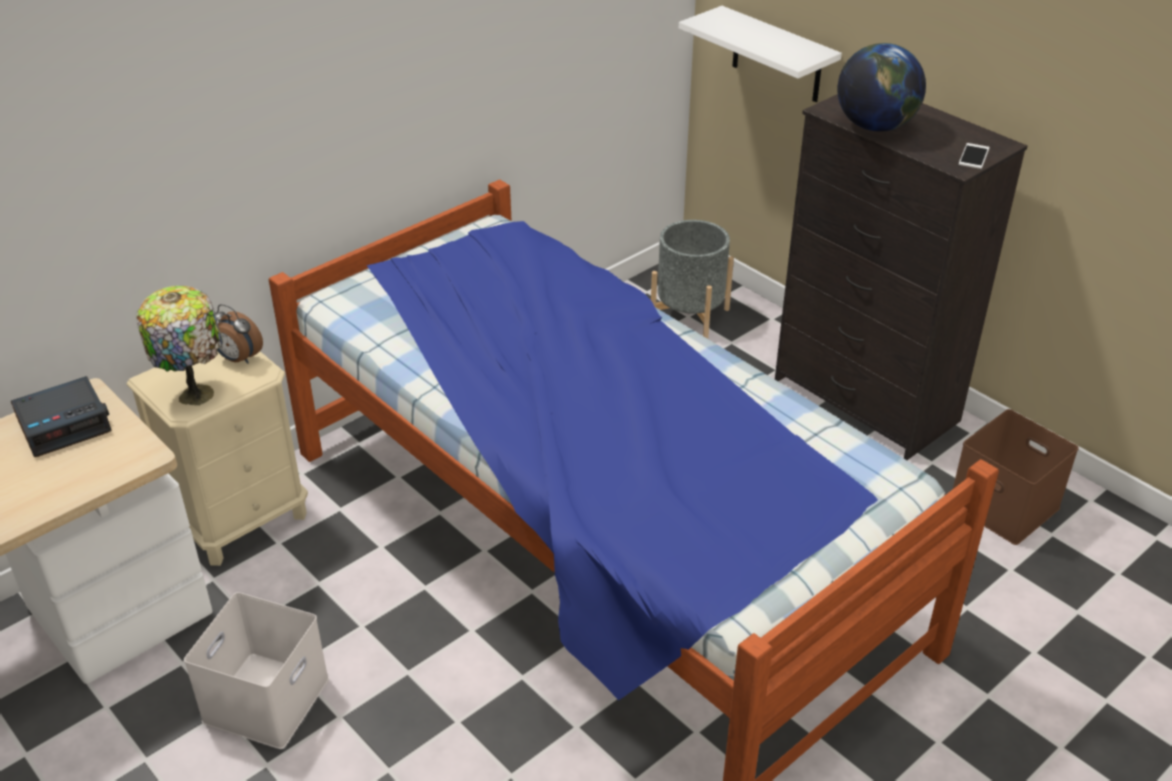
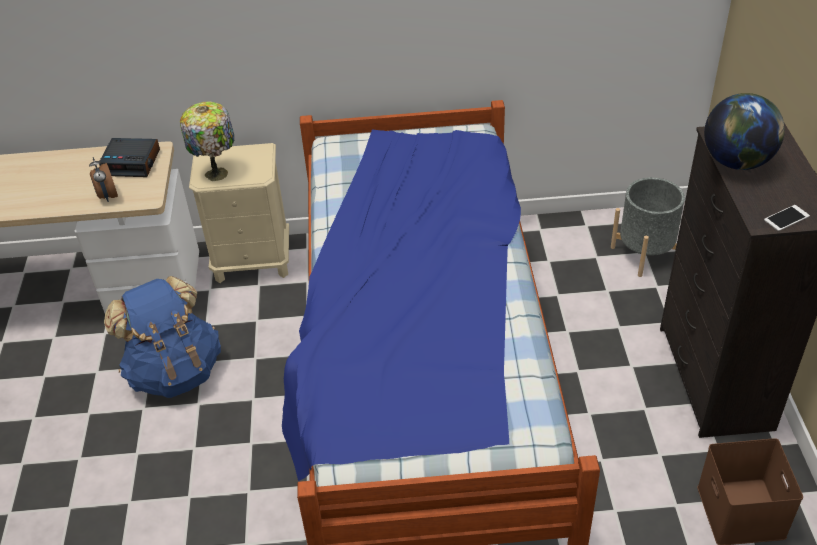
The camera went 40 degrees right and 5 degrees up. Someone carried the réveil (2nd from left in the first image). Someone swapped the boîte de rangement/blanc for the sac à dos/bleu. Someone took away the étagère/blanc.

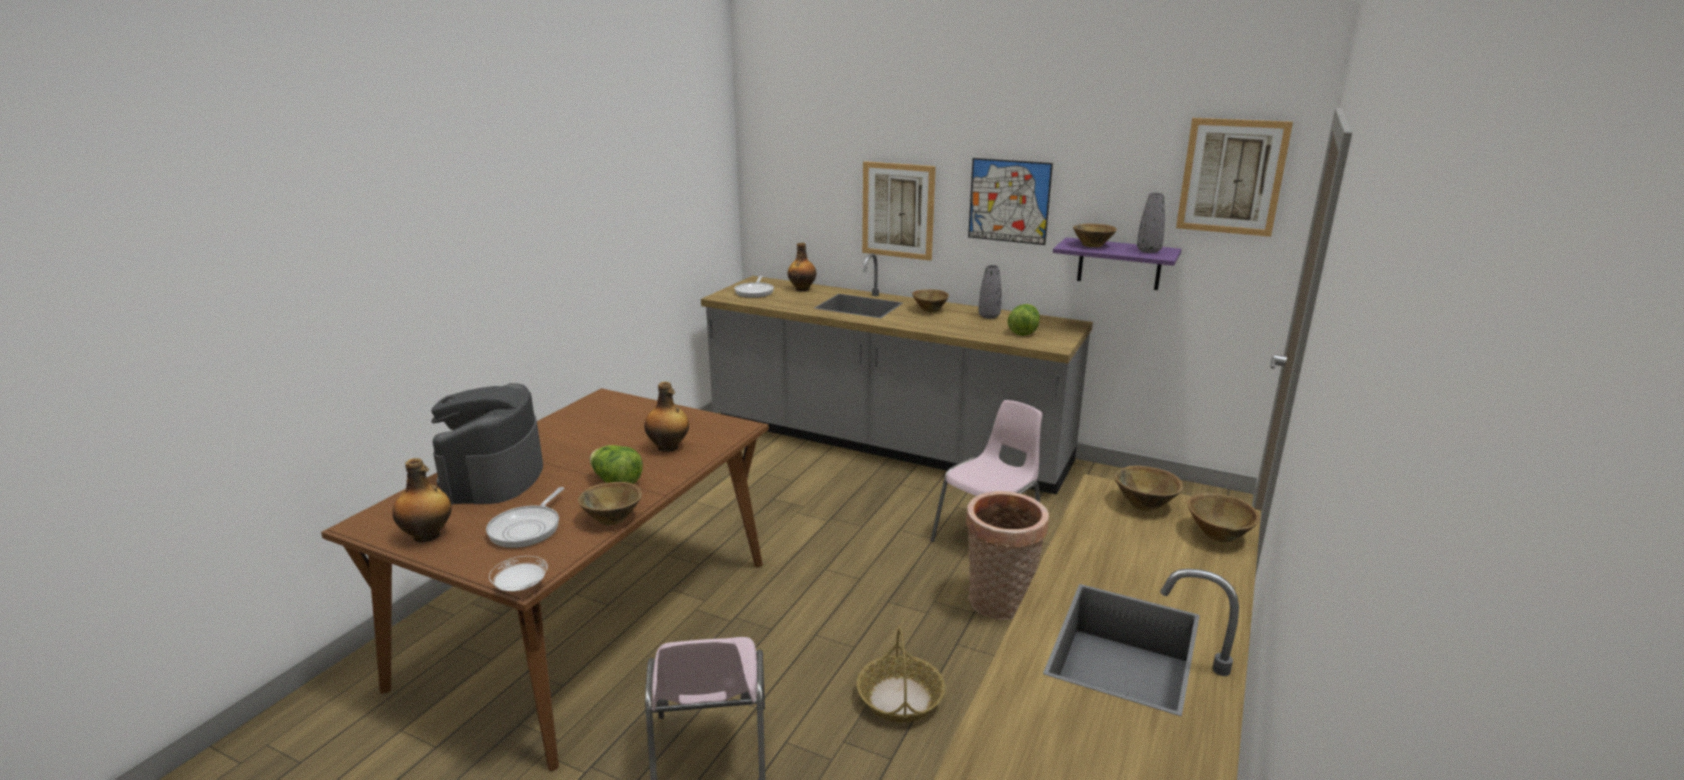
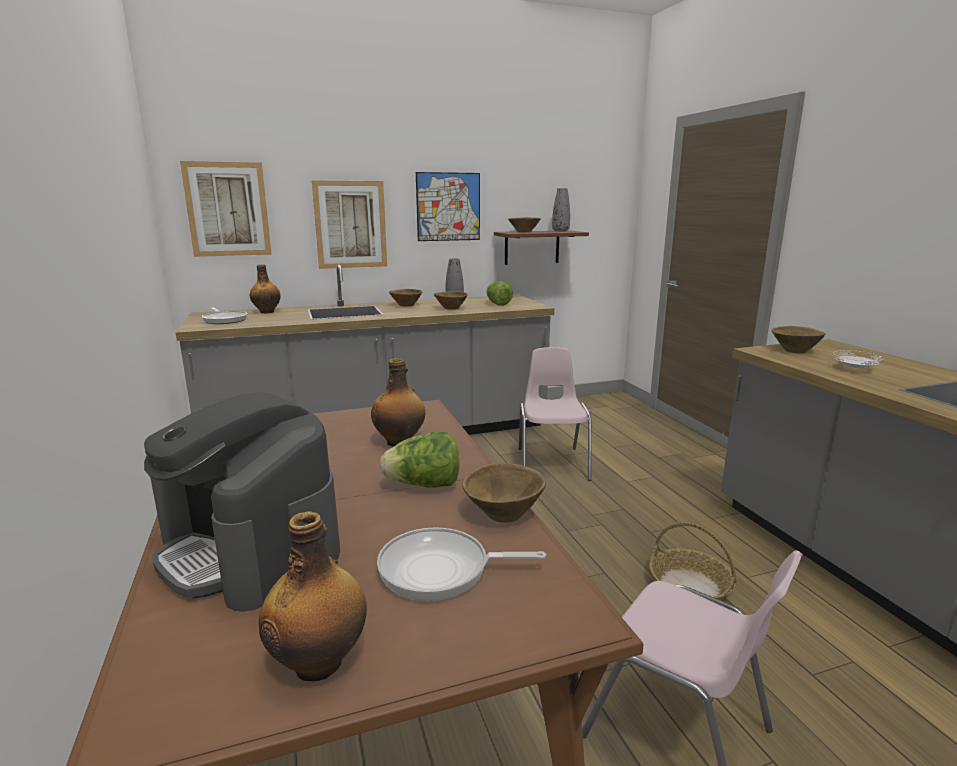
The camera went 45 degrees left and 5 degrees down. Someone carried the tableau (3rd from left in the first image). Someone rotated the poêle (1st from left in the first image) by 120 degrees clockwise. Someone carried the bol/marron (5th from left in the first image). Someone repainted the étagère/violet, which became the étagère/marron. Someone carried the assiette/blanc. Someone took away the panier (2nd from left).

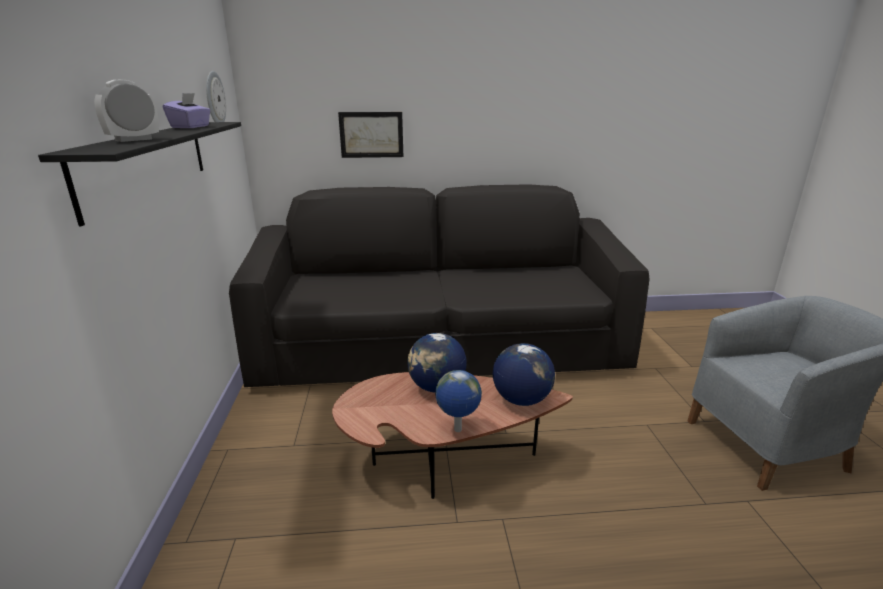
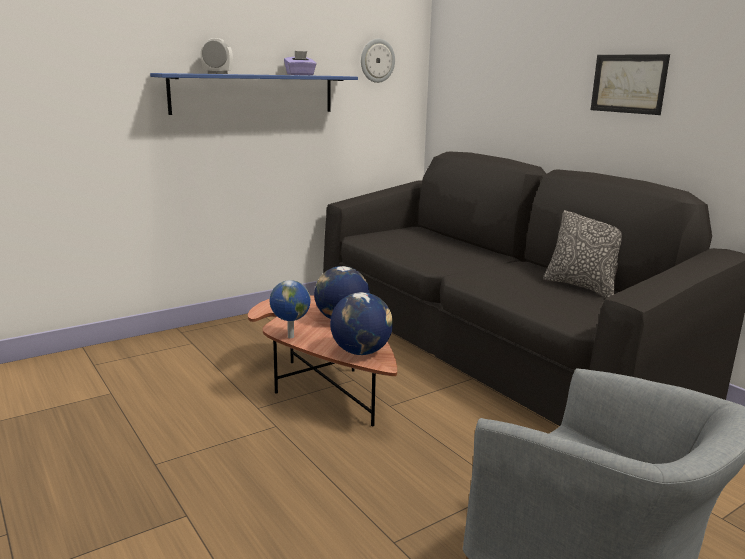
The camera went 60 degrees right and 5 degrees down. Someone repainted the étagère/noir, which became the étagère/bleu. Someone put down the coussin. Someone carried the tableau.

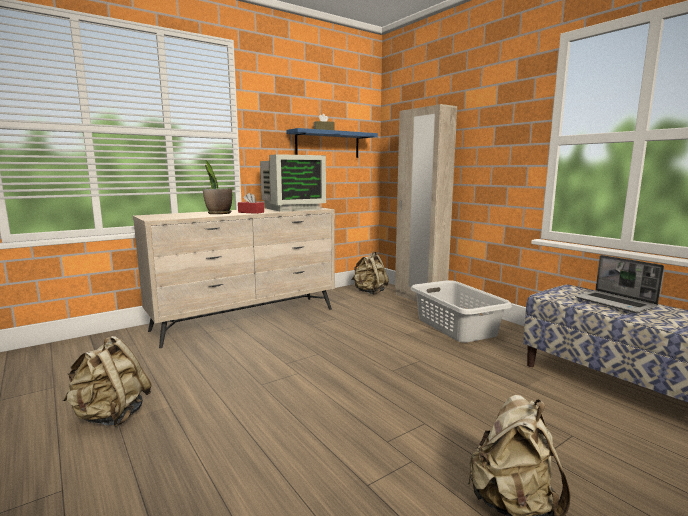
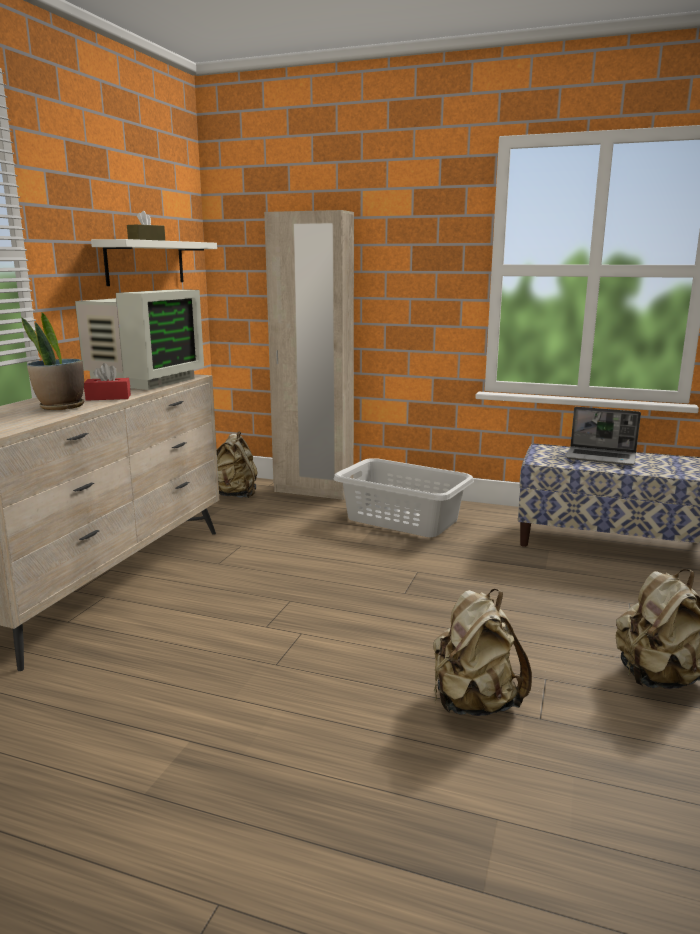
The camera went 35 degrees left and 5 degrees up. Someone repainted the étagère/bleu, which became the étagère/blanc. Someone carried the sac à dos/beige (1st from left in the first image).

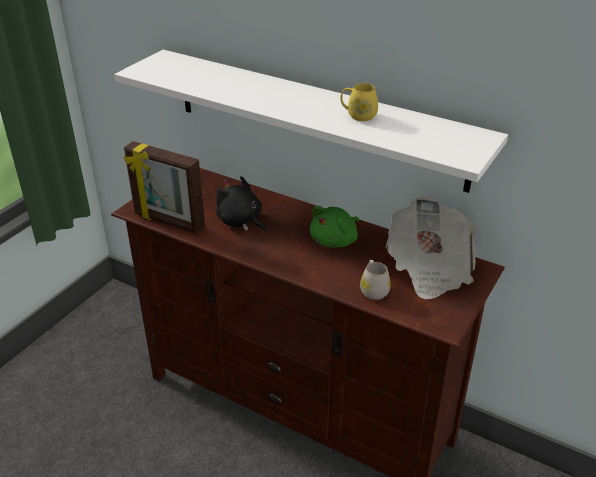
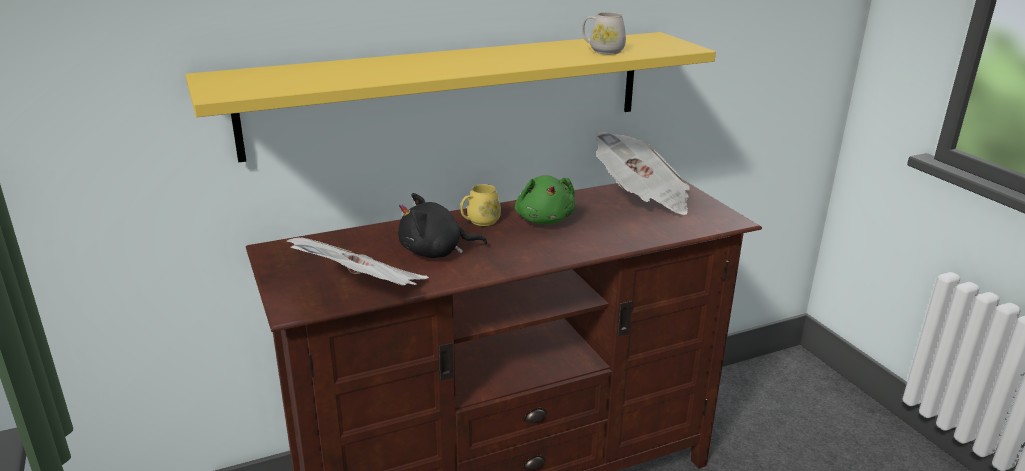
The camera went 55 degrees left and 10 degrees down. Someone repainted the étagère/blanc, which became the étagère/jaune. Someone swapped the cadre photo for the journal (1st from left). Someone carried the mug/jaune. Someone carried the mug/blanc.

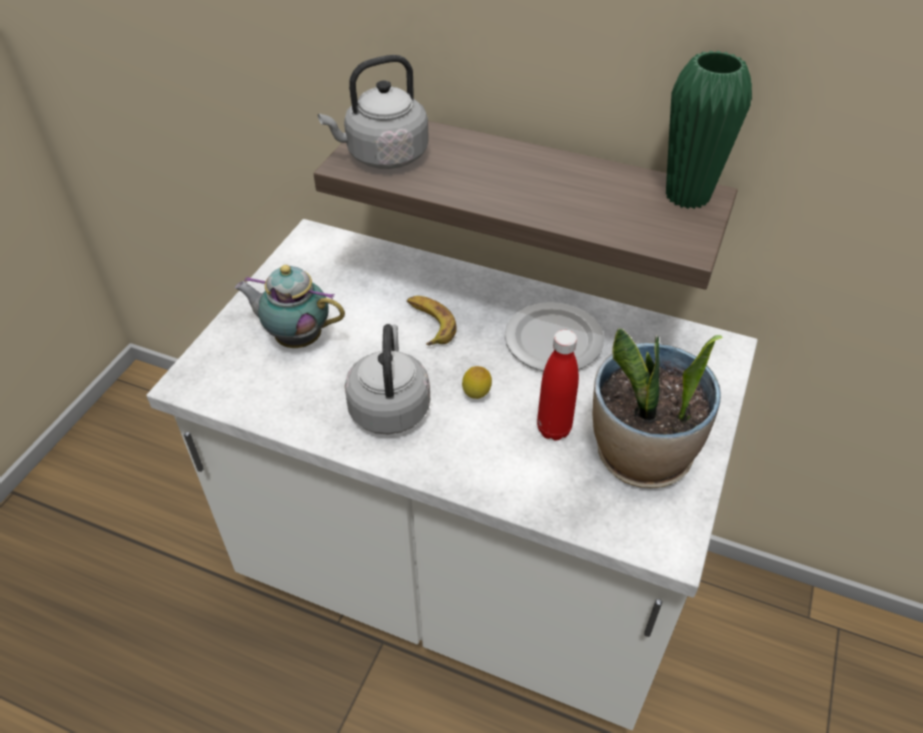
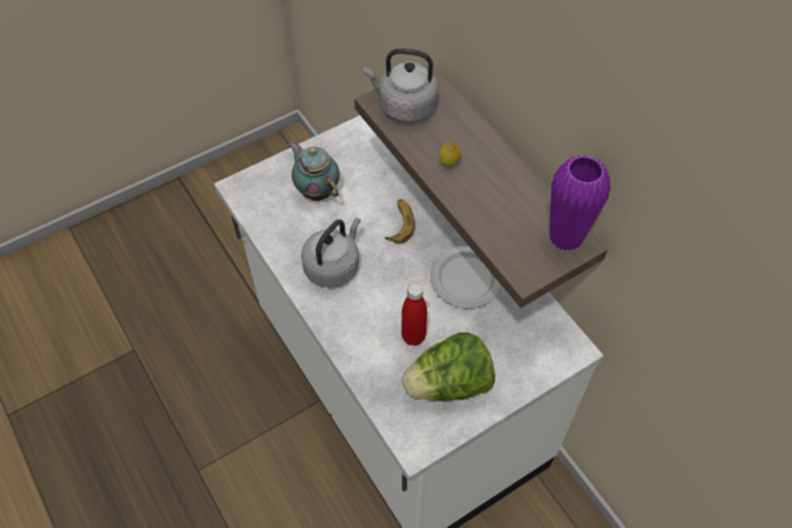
The camera went 35 degrees right and 10 degrees up. Someone swapped the plante en pot for the laitue. Someone carried the citron. Someone repainted the vase/vert, which became the vase/violet.

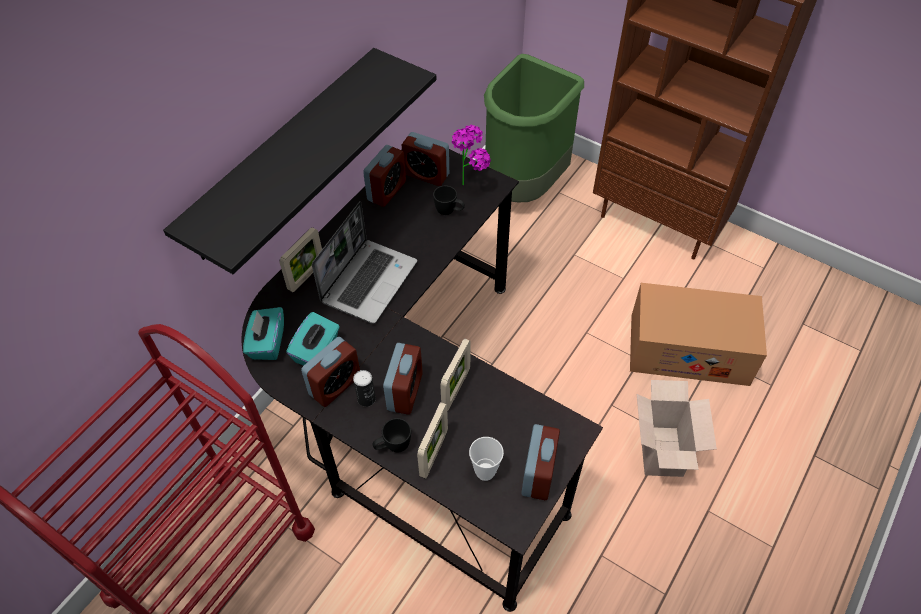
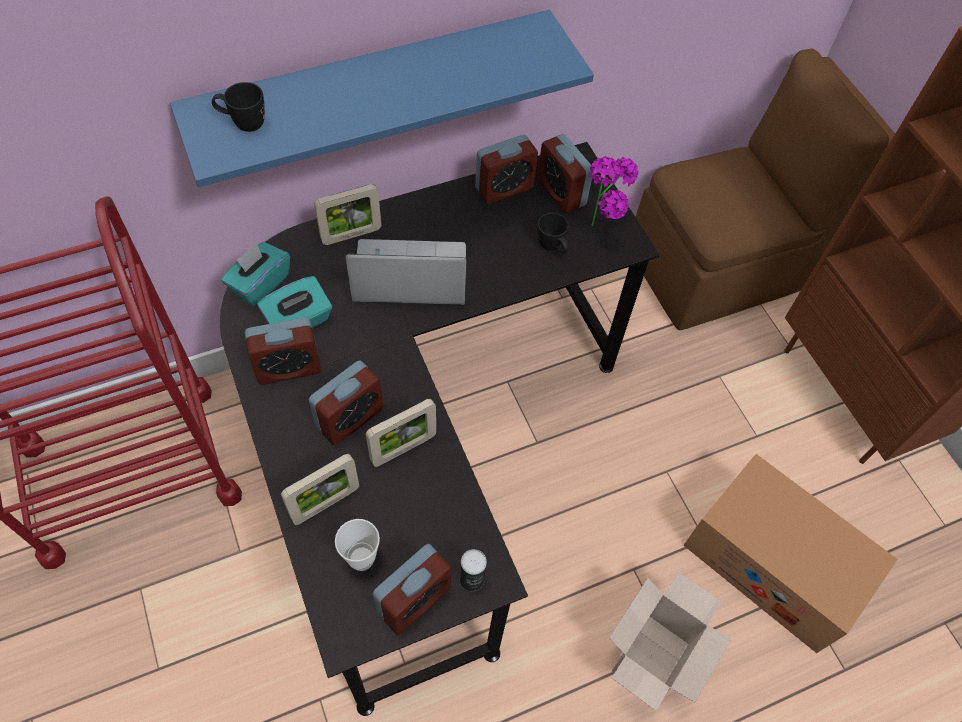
The camera went 30 degrees right and 5 degrees up. Someone repainted the étagère/noir, which became the étagère/bleu. Someone carried the mug/noir (1st from left). Someone rotated the ordinateur portable by 150 degrees counterclockwise. Someone carried the boîte métallique. Someone swapped the poubelle/vert for the chaise/marron.

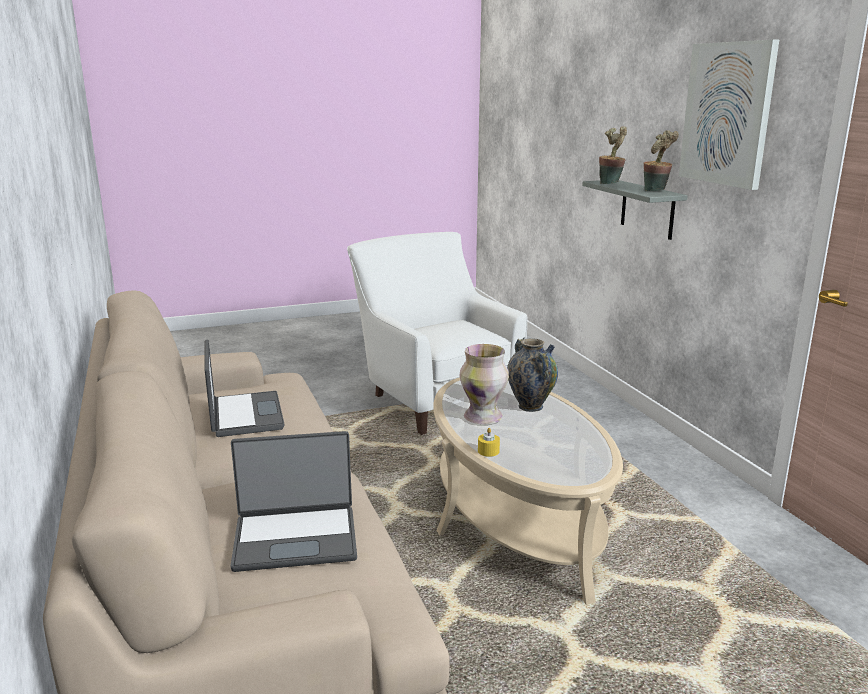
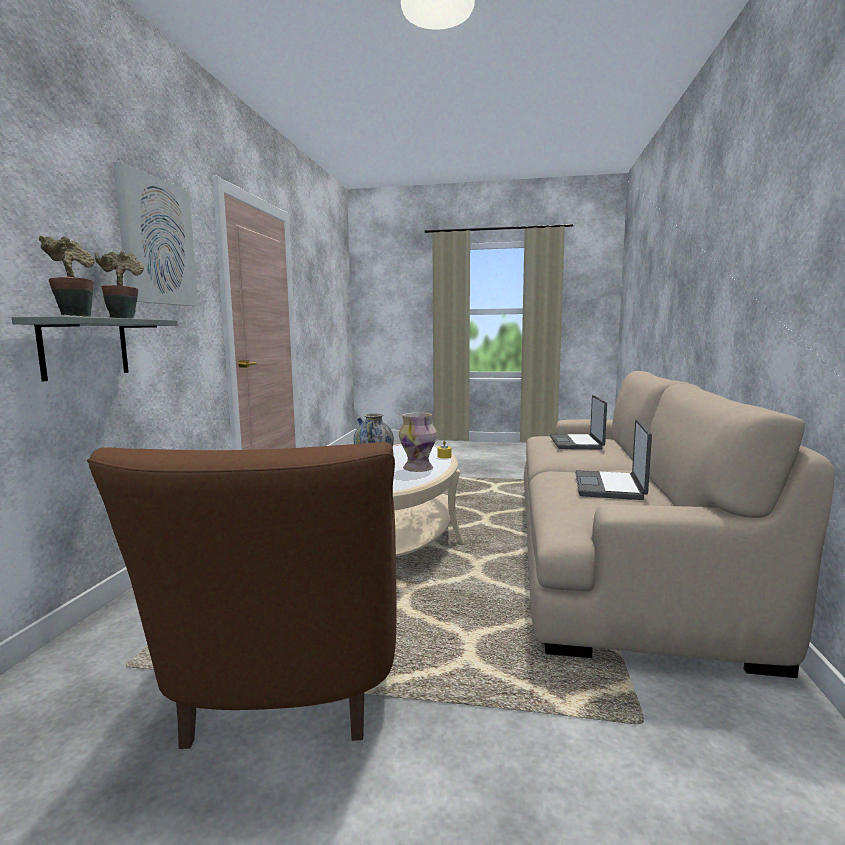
The camera went 150 degrees left and 10 degrees down. Someone repainted the fauteuil/blanc, which became the fauteuil/marron. Someone rotated the ordinateur portable (2nd from left in the first image) by 105 degrees counterclockwise.

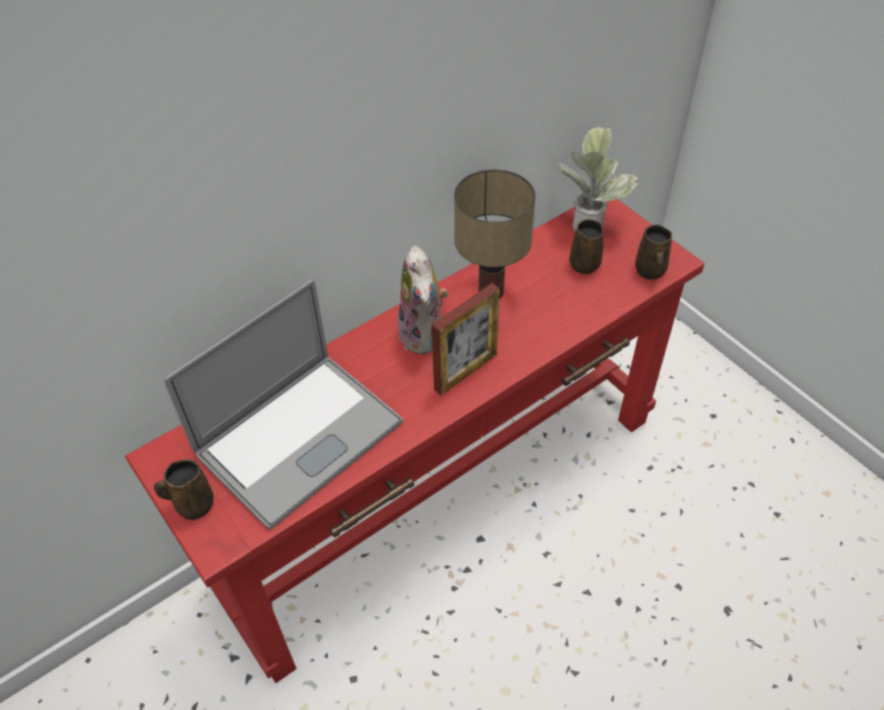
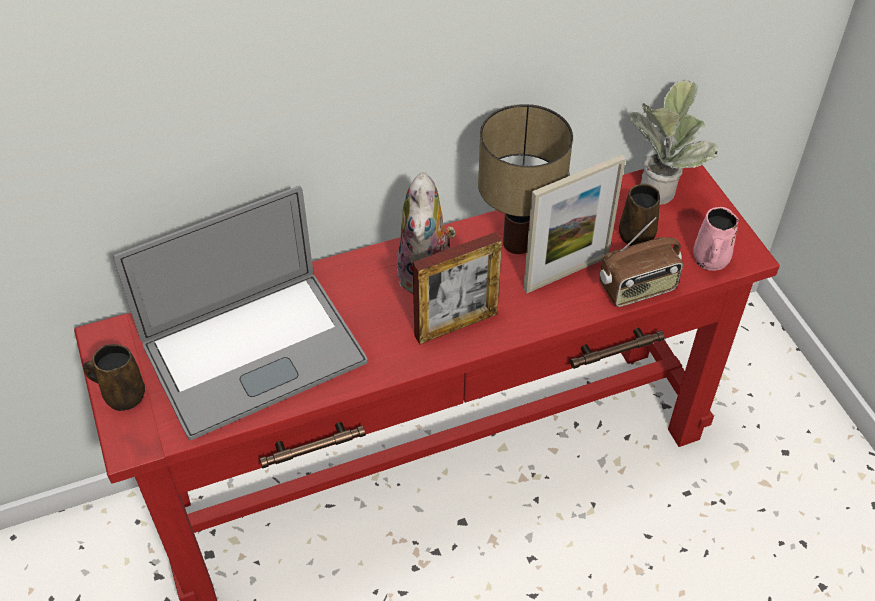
The camera went 15 degrees right and 0 degrees up. Someone put down the cadre photo (2nd from left). Someone put down the radio. Someone repainted the mug/marron (3rd from left), which became the mug/rose.

